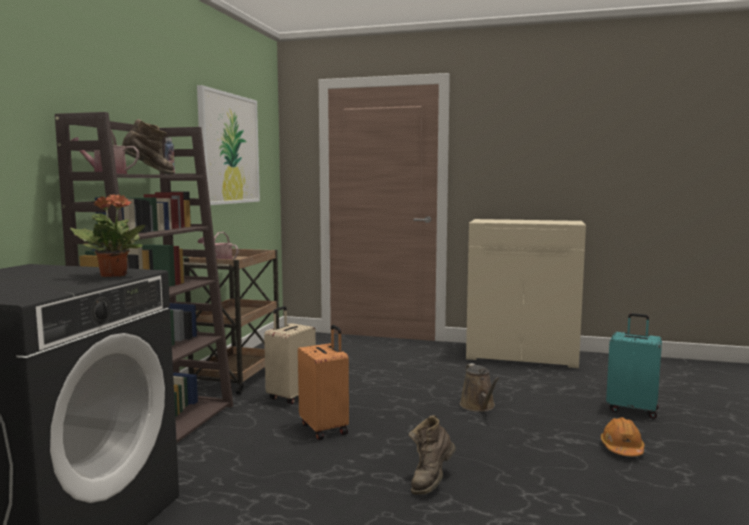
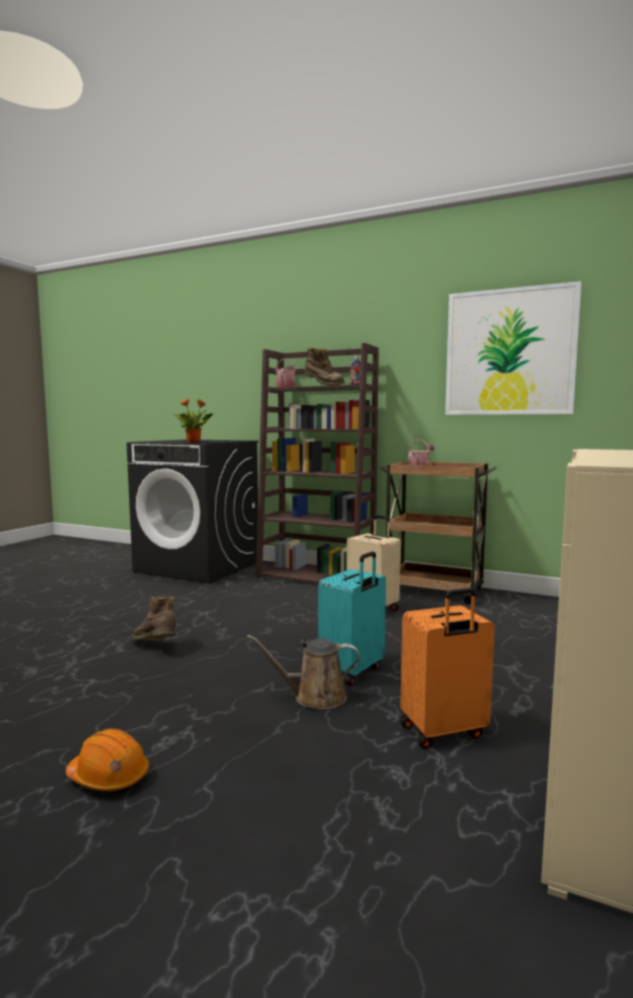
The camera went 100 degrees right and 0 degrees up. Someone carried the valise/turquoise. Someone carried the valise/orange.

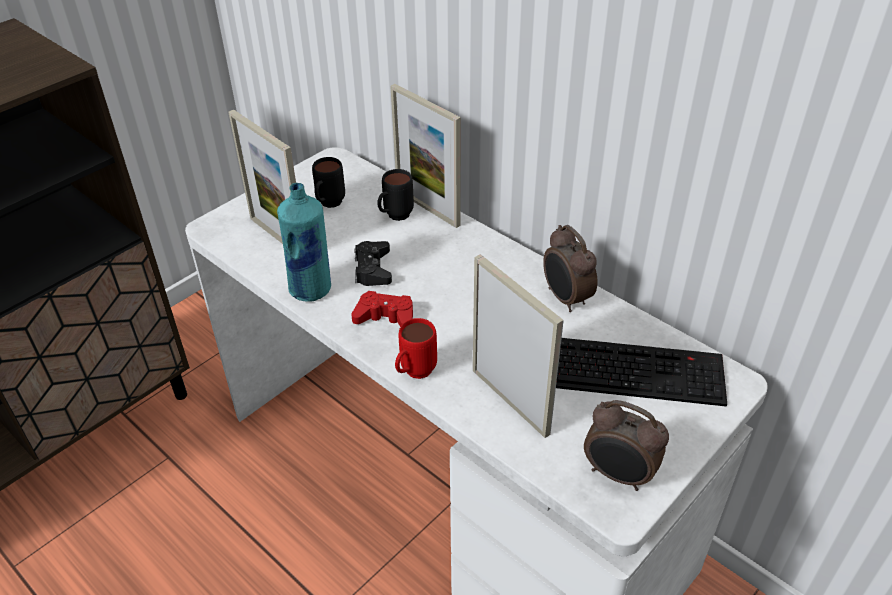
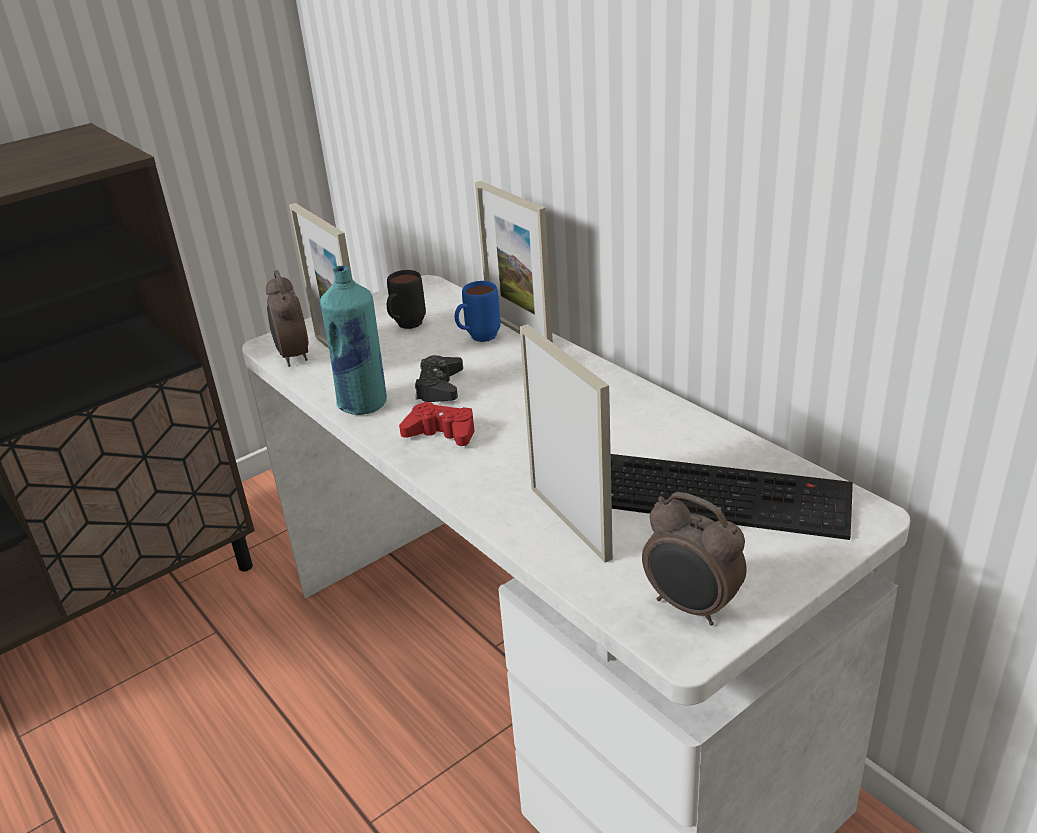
The camera went 10 degrees right and 10 degrees down. Someone carried the réveil (1st from left). Someone repainted the mug/noir (2nd from left), which became the mug/bleu. Someone took away the mug/rouge.

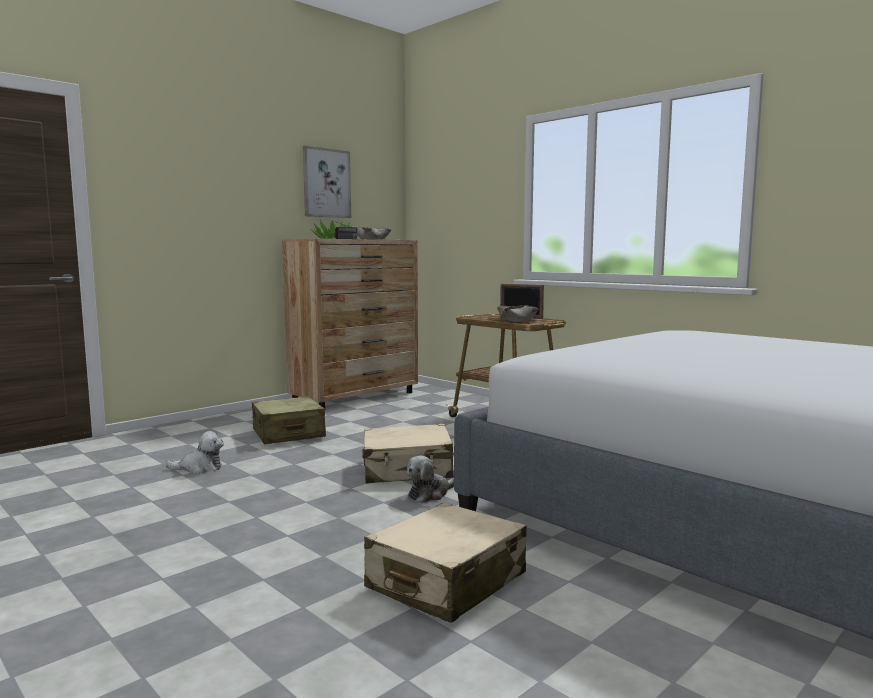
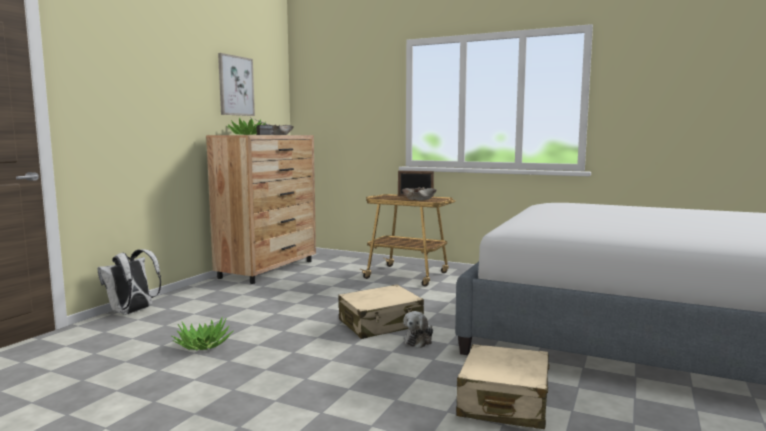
The camera went 20 degrees left and 0 degrees up. Someone put down the sac à dos/blanc. Someone swapped the peluche (1st from left) for the plante en pot (1st from left). Someone took away the valise/beige (1st from left).

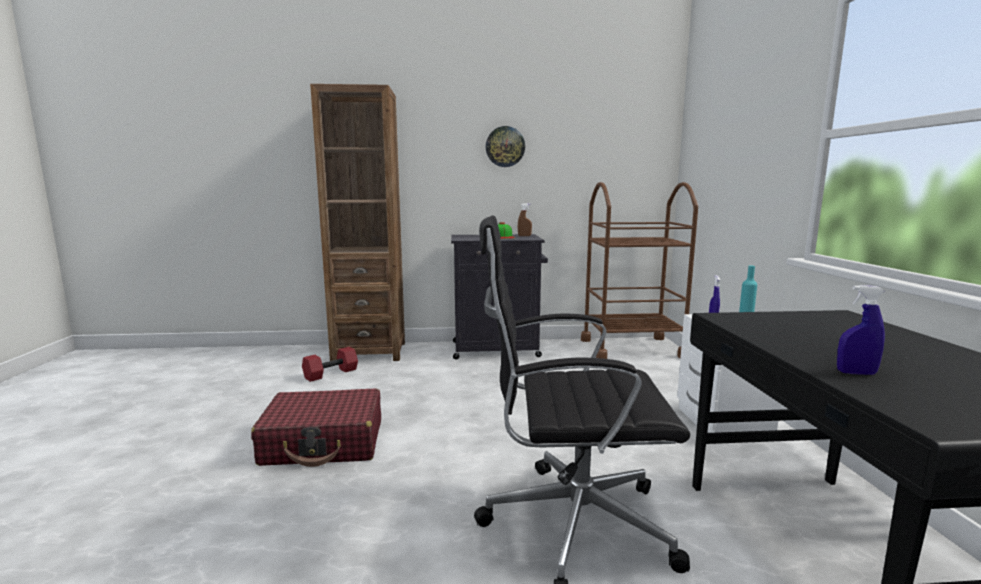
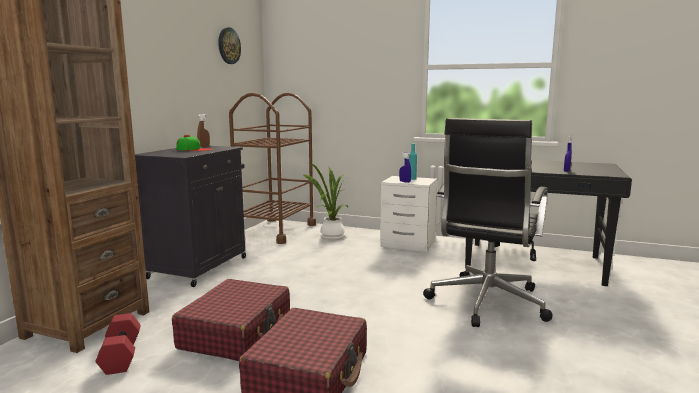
The camera went 65 degrees left and 0 degrees up. Someone put down the valise/rouge (1st from left). Someone carried the horloge murale. Someone put down the plante en pot.

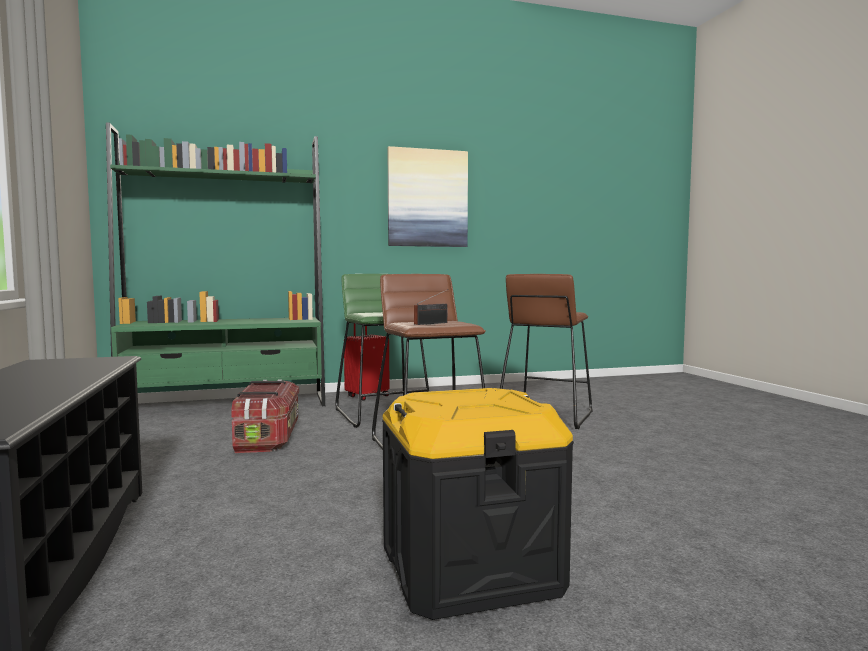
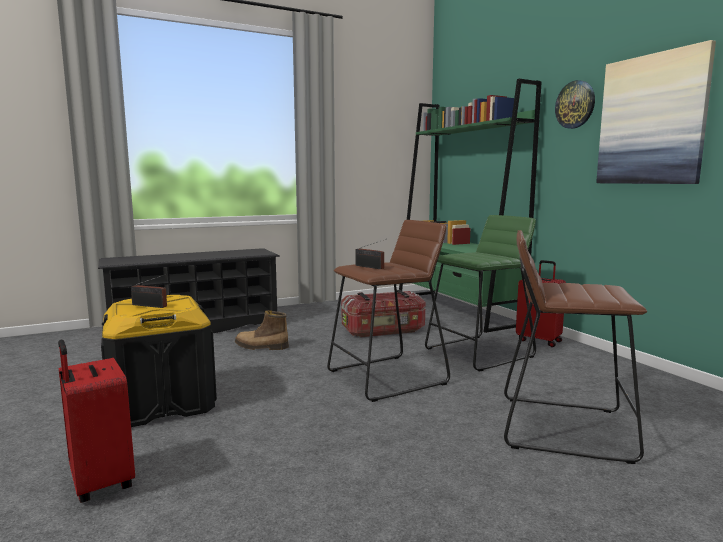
The camera went 80 degrees right and 5 degrees up. Someone put down the valise/rouge (1st from left). Someone put down the radio (1st from left). Someone put down the botte. Someone put up the horloge murale.

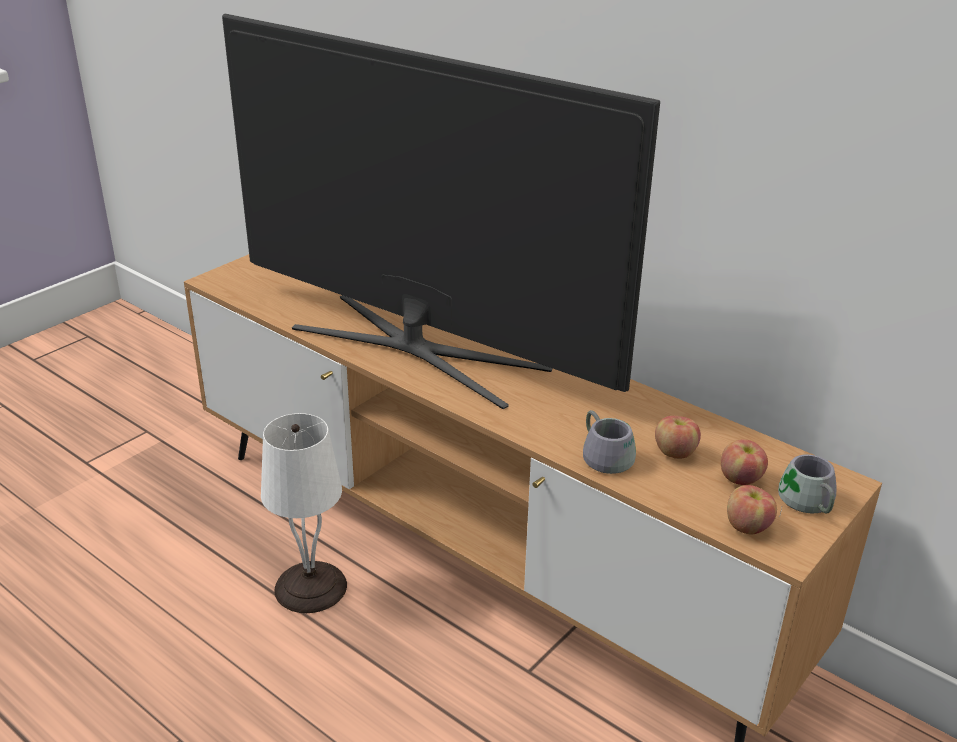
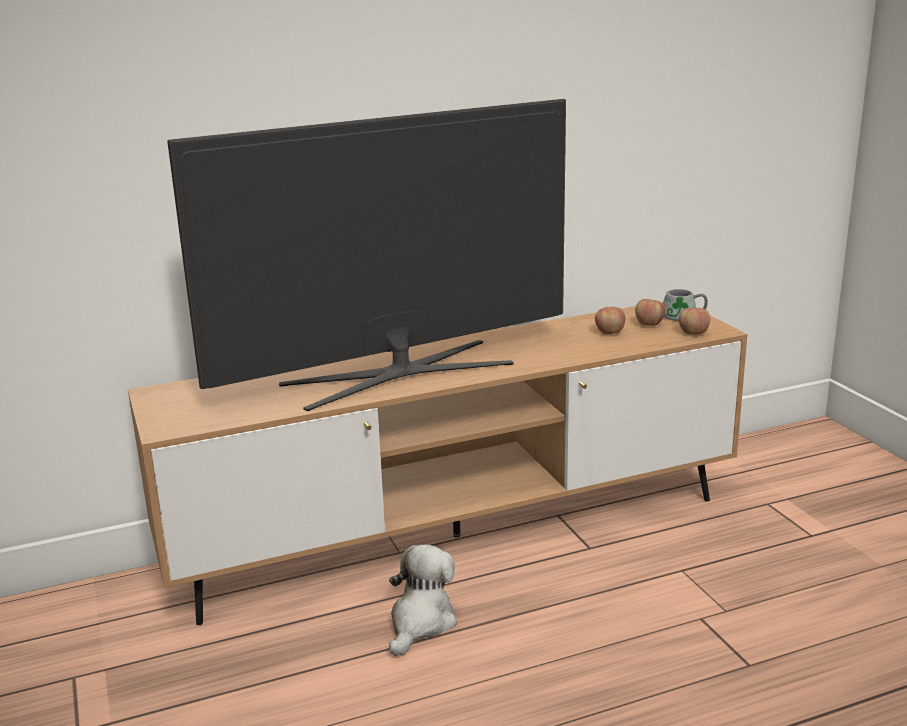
The camera went 60 degrees left and 10 degrees down. Someone swapped the lampe de table/blanc for the peluche. Someone took away the mug/gris (1st from left).

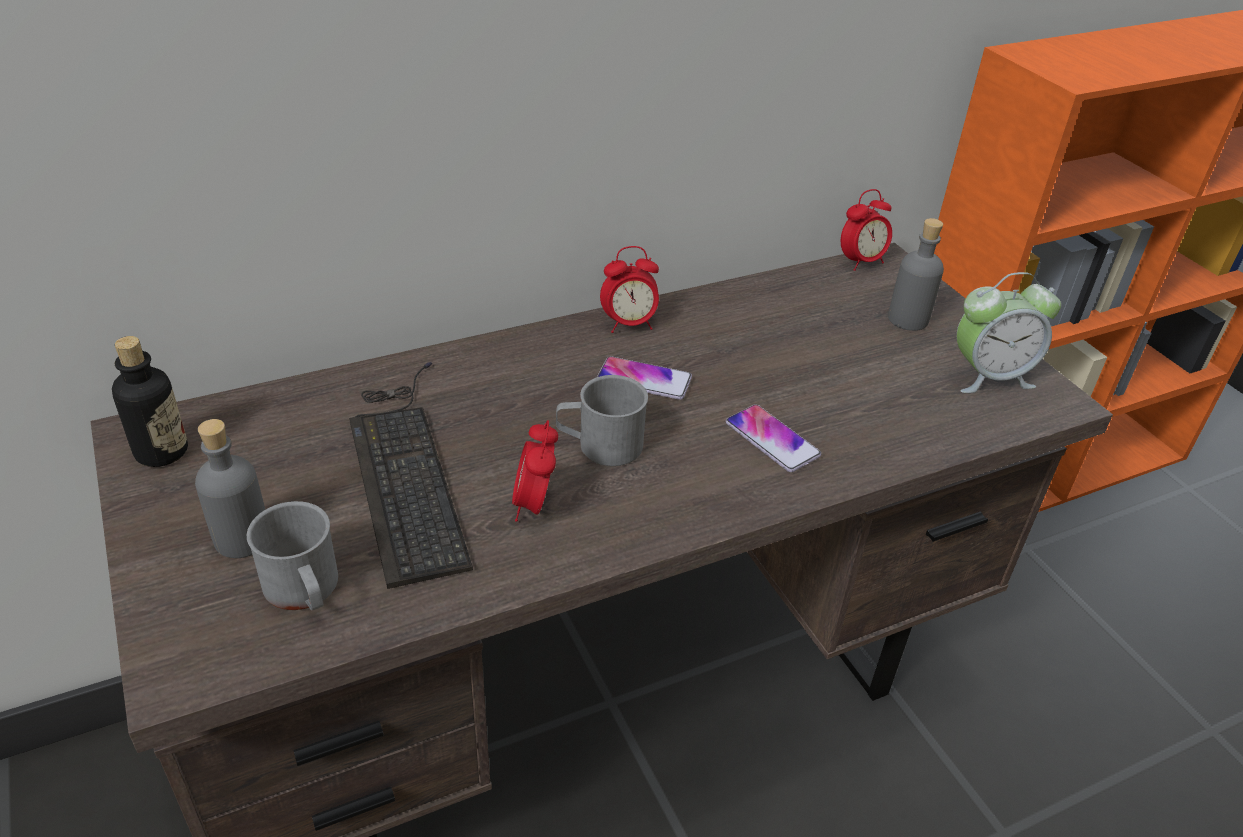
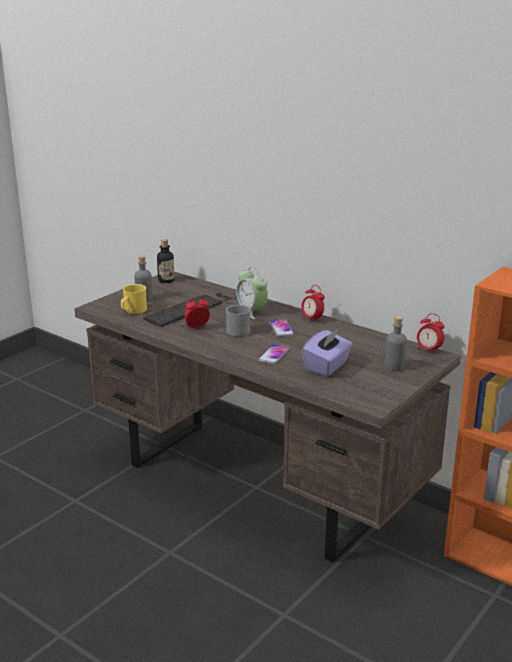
The camera went 65 degrees right and 15 degrees down. Someone repainted the mug/gris (1st from left), which became the mug/jaune. Someone carried the réveil (4th from left in the first image). Someone put down the boîte à mouchoirs/violet.

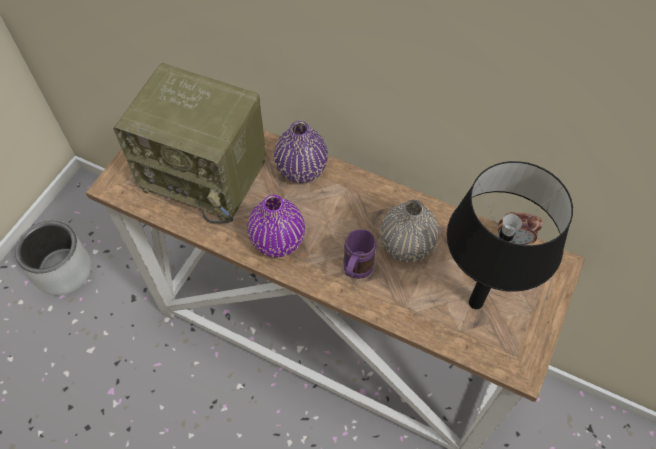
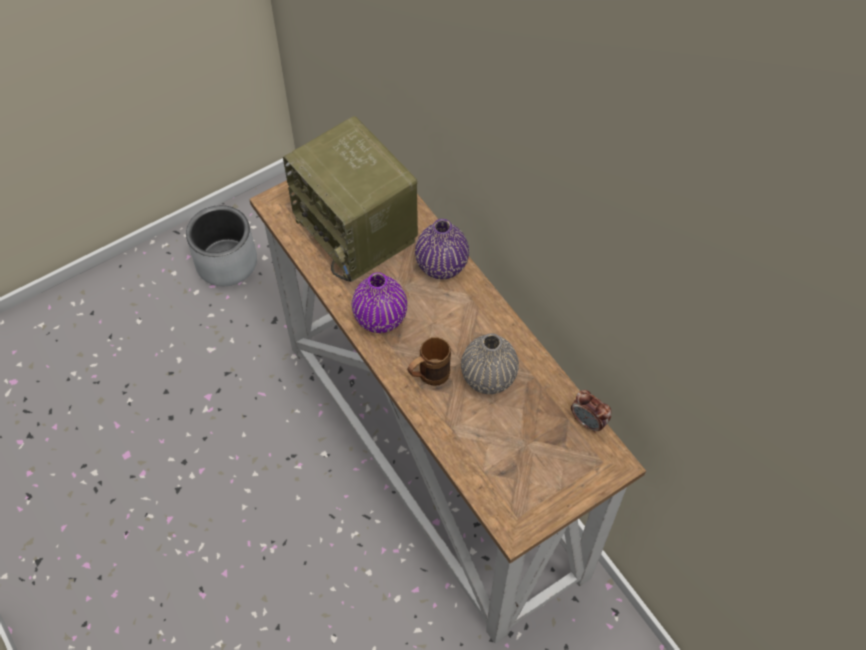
The camera went 30 degrees right and 0 degrees up. Someone repainted the mug/violet, which became the mug/marron. Someone took away the lampe de table/noir.

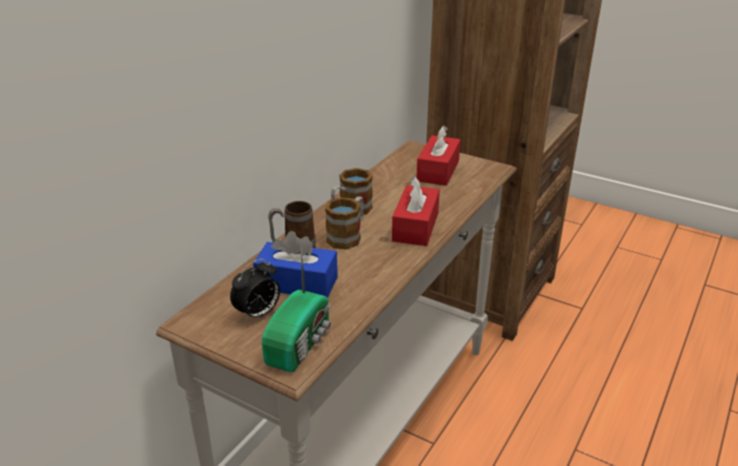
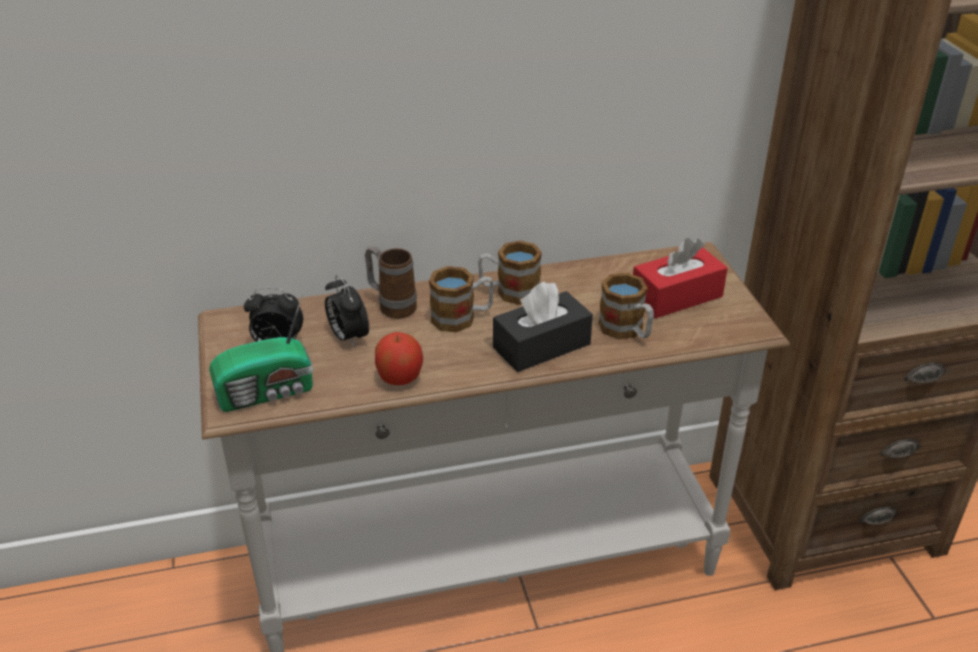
The camera went 45 degrees right and 5 degrees up. Someone swapped the boîte à mouchoirs/bleu for the réveil (2nd from left). Someone put down the pomme. Someone repainted the boîte à mouchoirs/rouge (1st from left), which became the boîte à mouchoirs/noir. Someone put down the mug (4th from left).

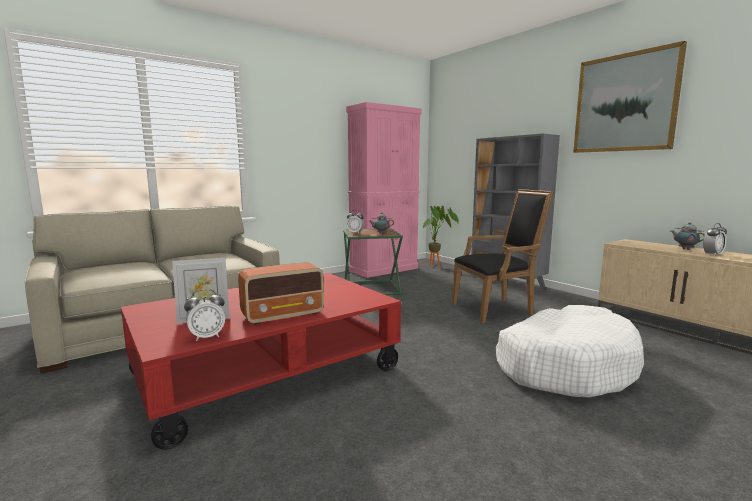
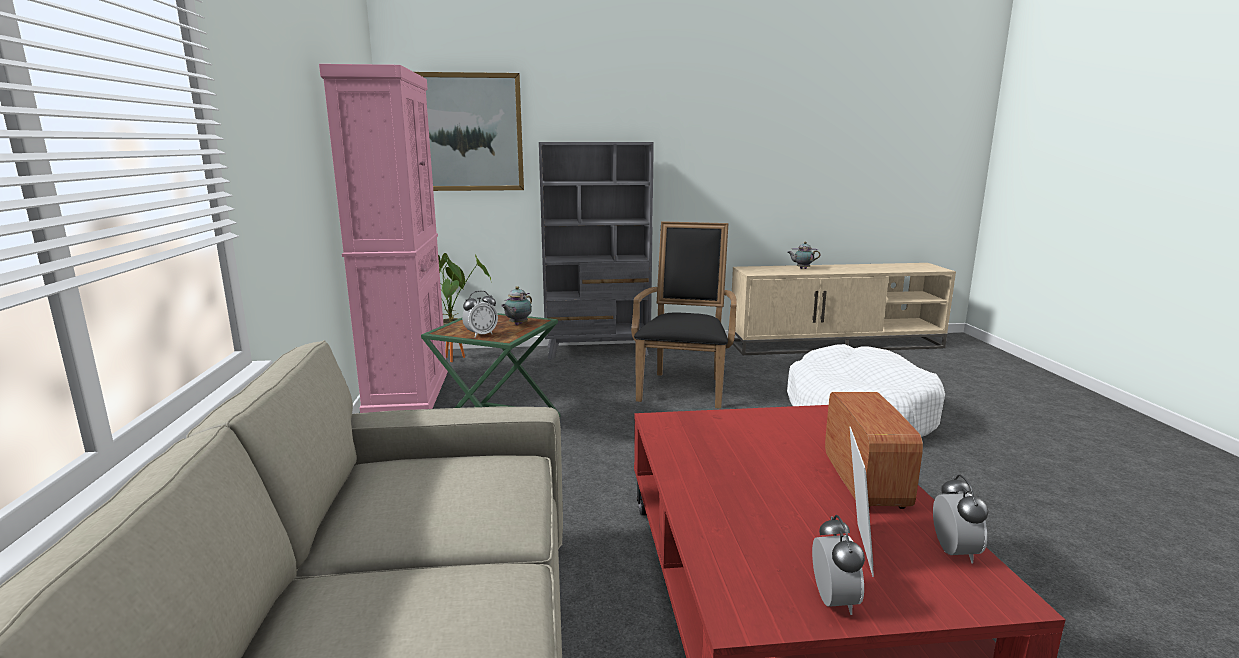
The camera went 60 degrees left and 5 degrees up. Someone carried the tableau. Someone carried the réveil (3rd from left in the first image).

